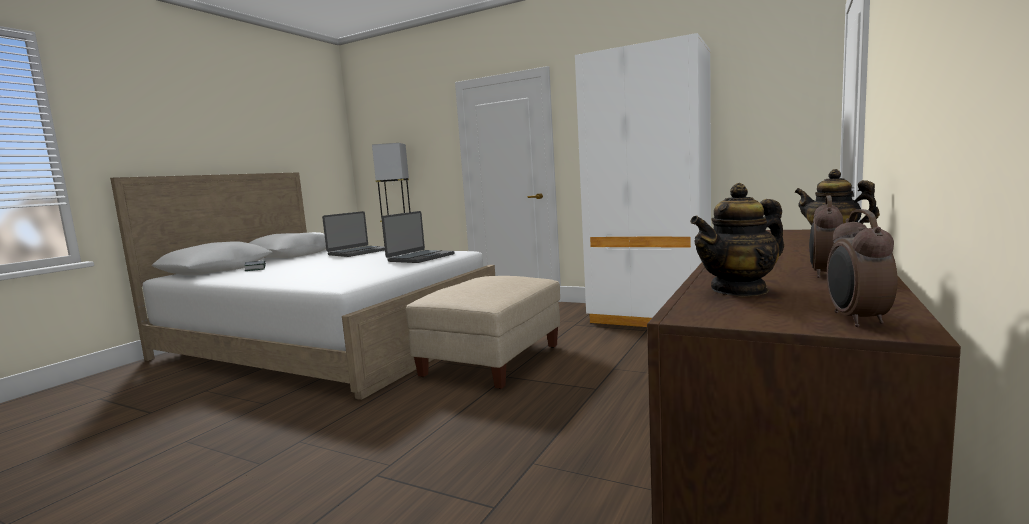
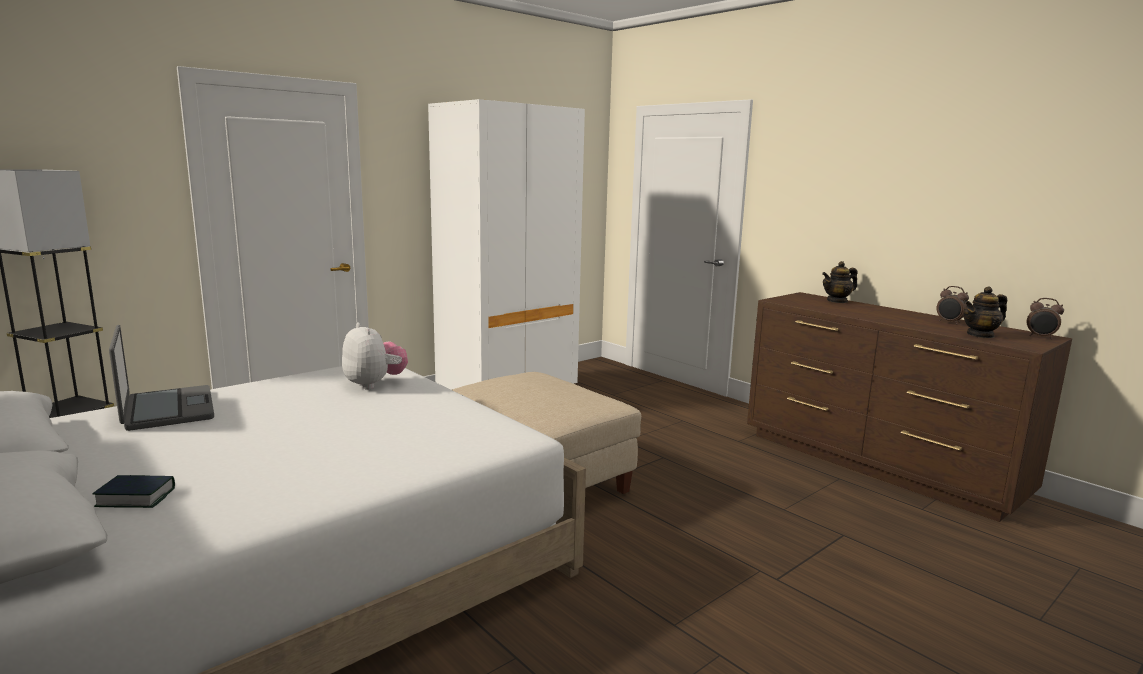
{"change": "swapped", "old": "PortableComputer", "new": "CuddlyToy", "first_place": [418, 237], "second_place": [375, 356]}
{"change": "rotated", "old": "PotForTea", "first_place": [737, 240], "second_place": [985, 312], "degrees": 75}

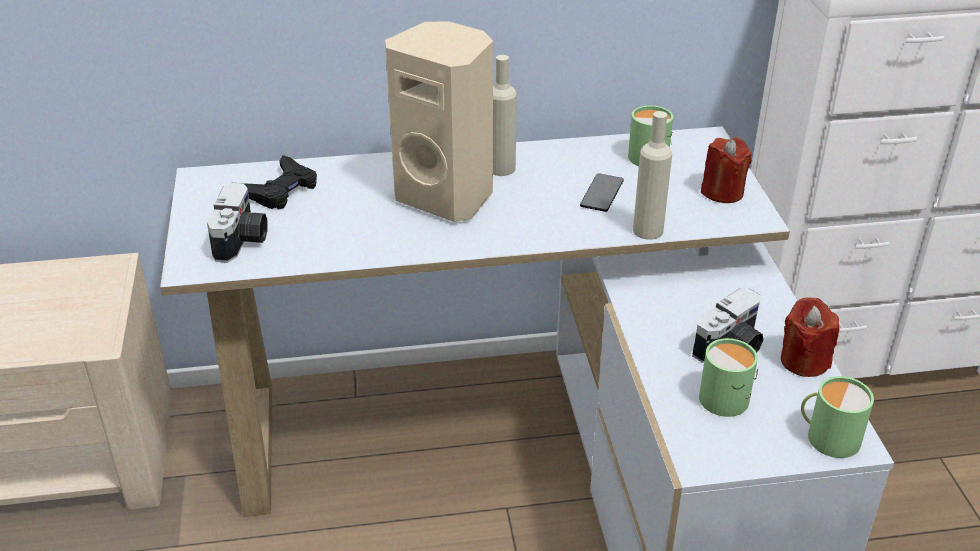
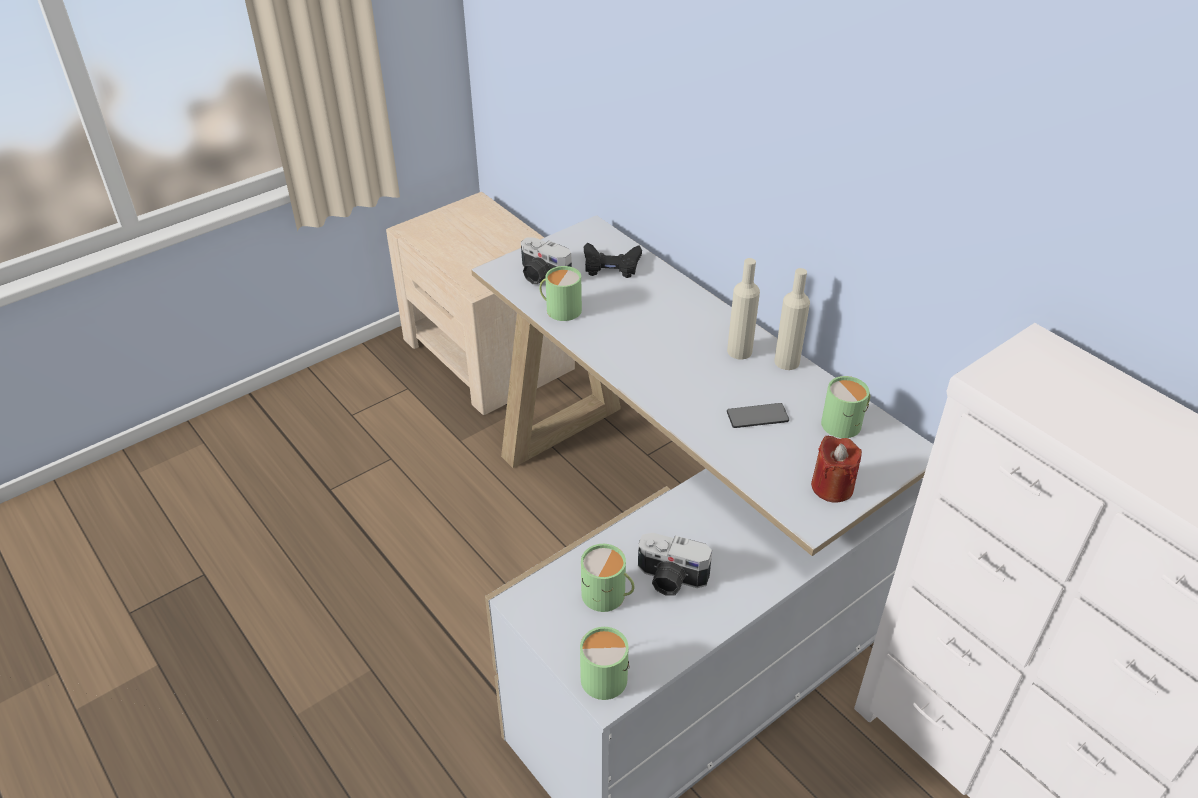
{"change": "rotated", "old": "StillCamera", "first_place": [237, 223], "second_place": [546, 260], "degrees": 60}
{"change": "gone", "old": "BeigeAudioSpeaker", "first_place": [439, 121]}
{"change": "shifted", "old": "BeigeBottle", "first_place": [652, 175], "second_place": [792, 319]}
{"change": "gone", "old": "ReddishWaxCandle", "first_place": [810, 337]}
{"change": "new", "new": "GreenColouredMug", "second_place": [560, 293]}

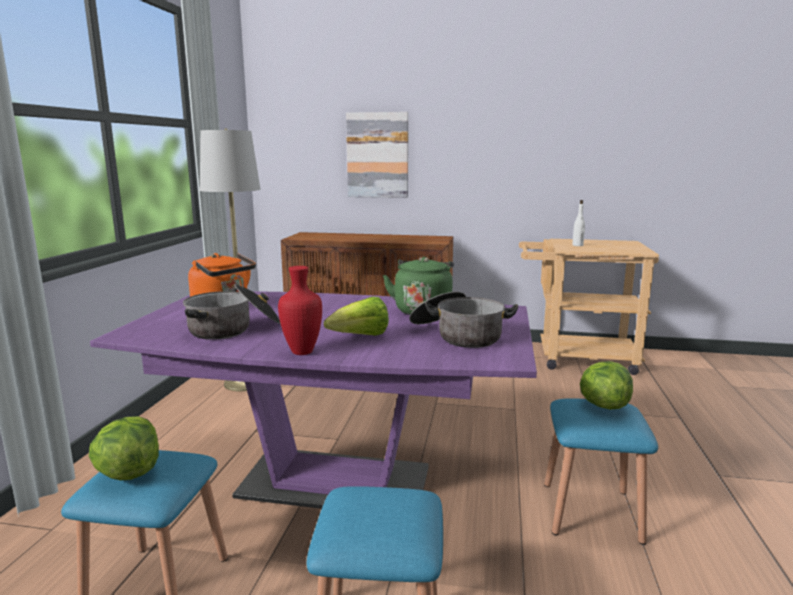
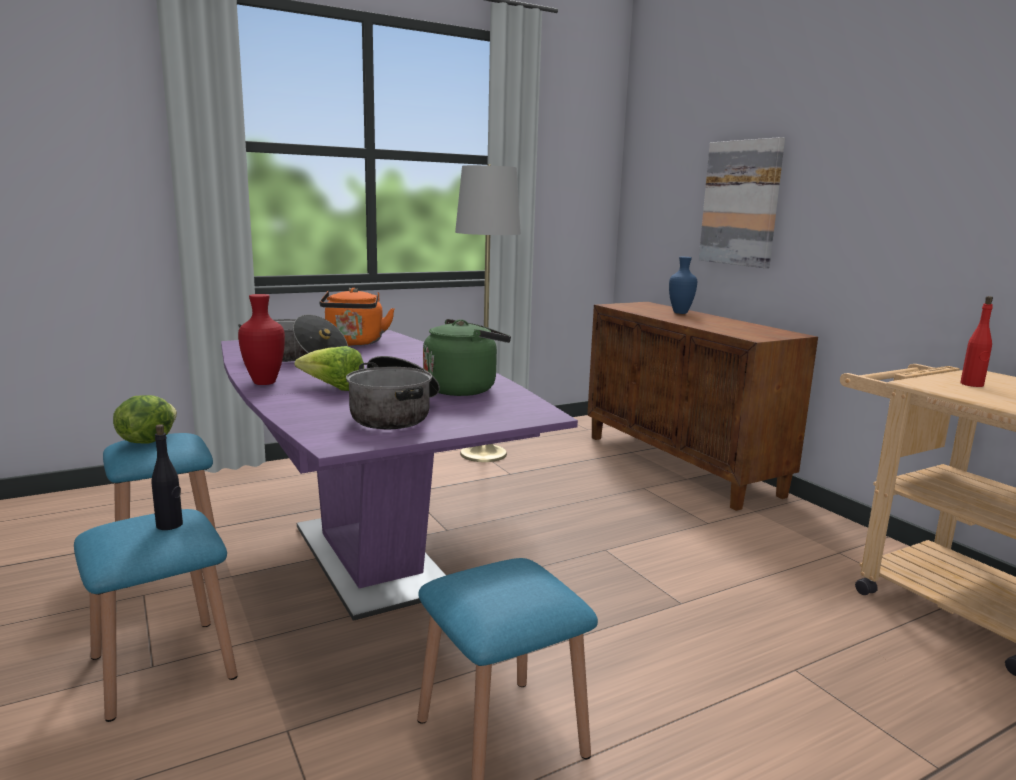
{"change": "repainted", "old": "WhiteBottle", "new": "ReddishBottle", "first_place": [578, 223], "second_place": [976, 341]}
{"change": "gone", "old": "Lettuce", "first_place": [606, 385]}
{"change": "new", "new": "BlackColouredBottle", "second_place": [167, 477]}
{"change": "new", "new": "BluishDecorativeVase", "second_place": [683, 285]}

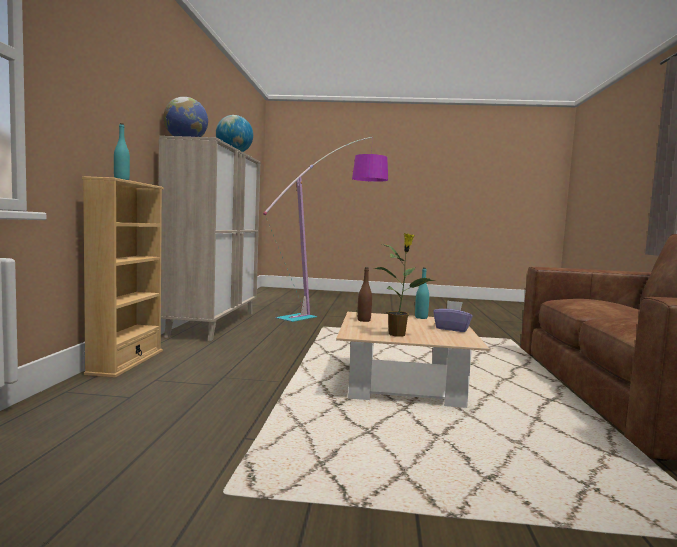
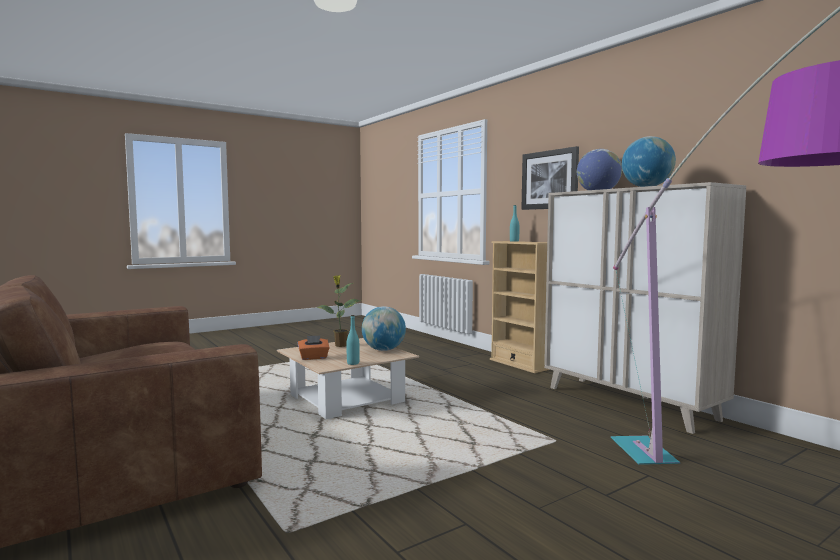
{"change": "swapped", "old": "BrownishBottle", "new": "Globe", "first_place": [364, 294], "second_place": [384, 328]}
{"change": "repainted", "old": "PurpleColouredTissueHolder", "new": "OrangeTissueHolder", "first_place": [453, 316], "second_place": [314, 347]}
{"change": "new", "new": "WallArt", "second_place": [550, 178]}

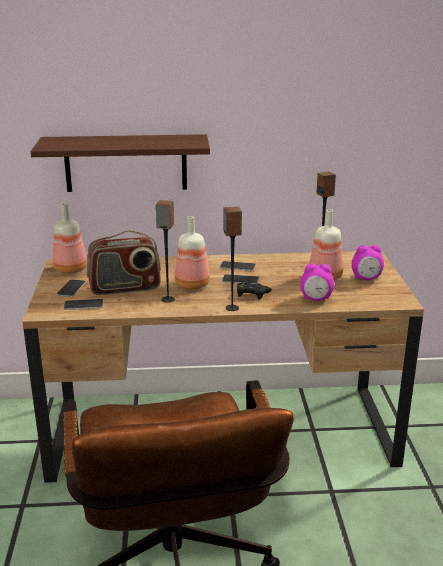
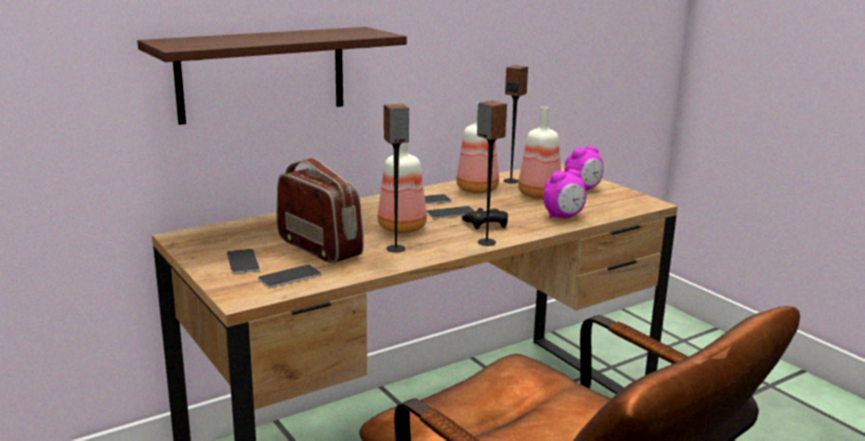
{"change": "shifted", "old": "Bottle", "first_place": [70, 238], "second_place": [477, 147]}
{"change": "rotated", "old": "RadioReceiver", "first_place": [124, 263], "second_place": [320, 210], "degrees": -90}

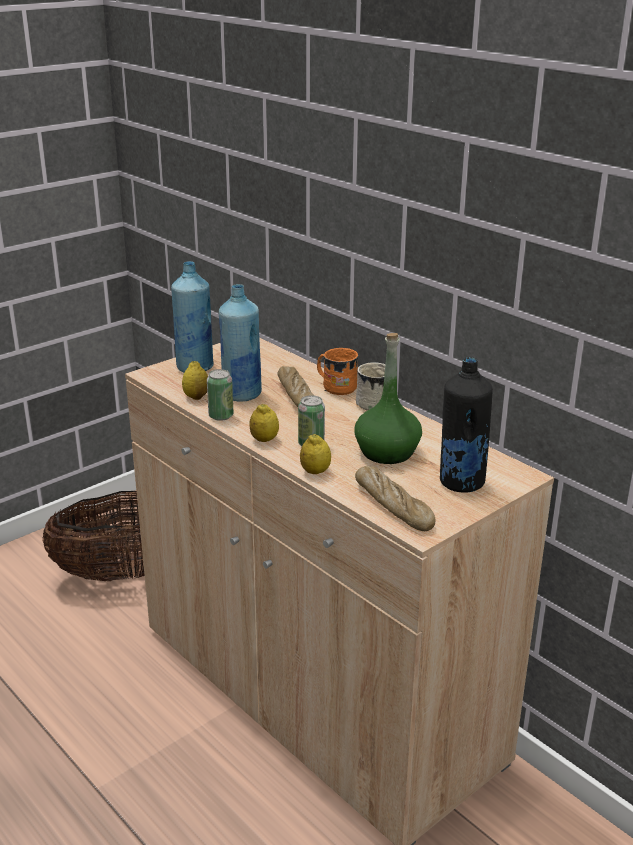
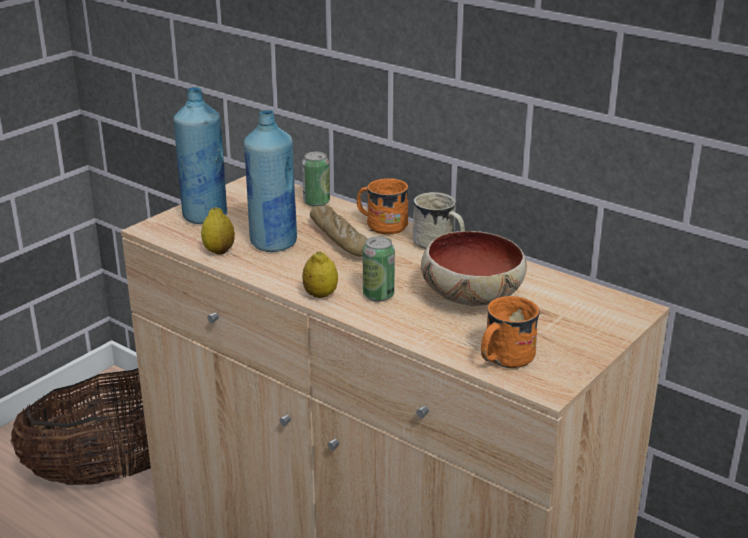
{"change": "shifted", "old": "Can", "first_place": [220, 395], "second_place": [316, 179]}
{"change": "gone", "old": "Lemon", "first_place": [315, 454]}
{"change": "swapped", "old": "GreenColouredBottle", "new": "ServingBowl", "first_place": [388, 398], "second_place": [474, 268]}
{"change": "swapped", "old": "Bread", "new": "OrangeMug", "first_place": [395, 498], "second_place": [510, 333]}
{"change": "gone", "old": "BlackColouredBottle", "first_place": [466, 425]}

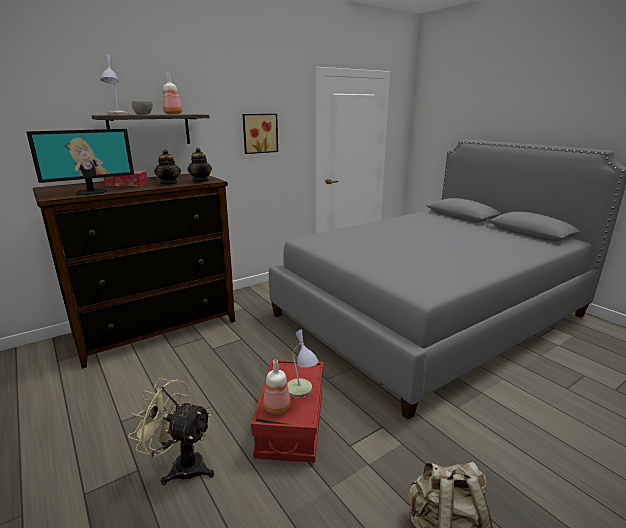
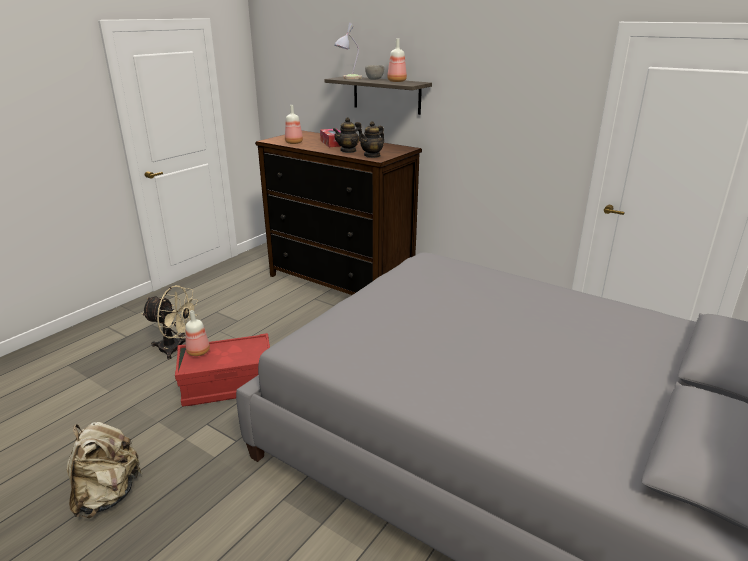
{"change": "swapped", "old": "ComputerScreen", "new": "Bottle", "first_place": [80, 162], "second_place": [294, 124]}
{"change": "rotated", "old": "BeigeFan", "first_place": [171, 431], "second_place": [170, 322], "degrees": 105}
{"change": "gone", "old": "WallArt", "first_place": [260, 134]}
{"change": "gone", "old": "TableLamp", "first_place": [303, 364]}

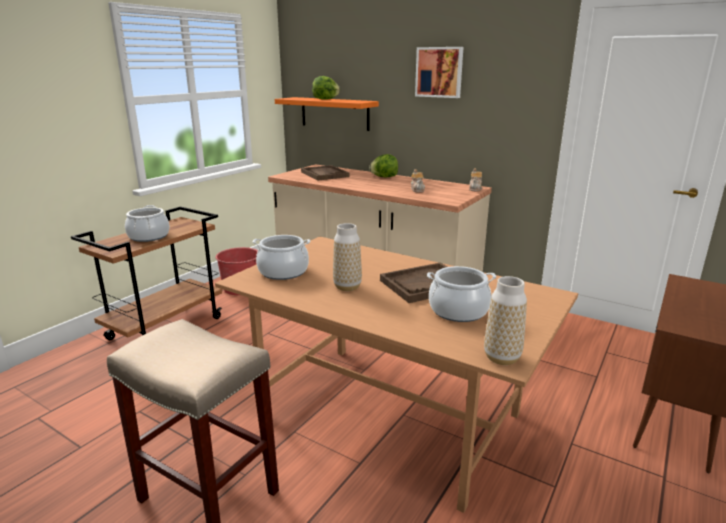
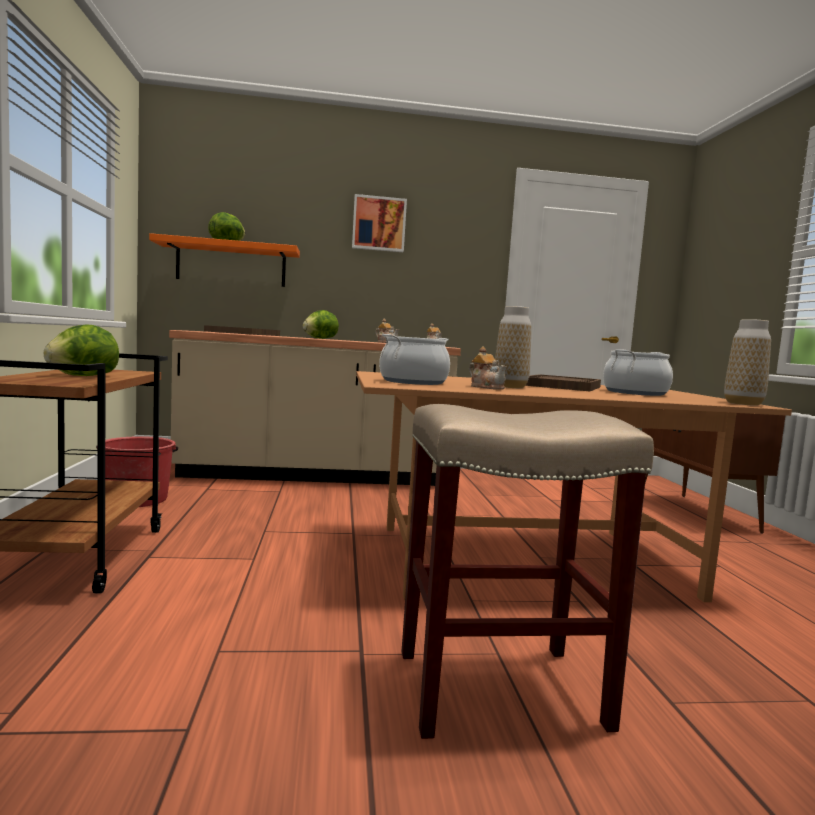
{"change": "swapped", "old": "Saucepot", "new": "Lettuce", "first_place": [147, 223], "second_place": [81, 350]}
{"change": "new", "new": "PotForTea", "second_place": [488, 368]}

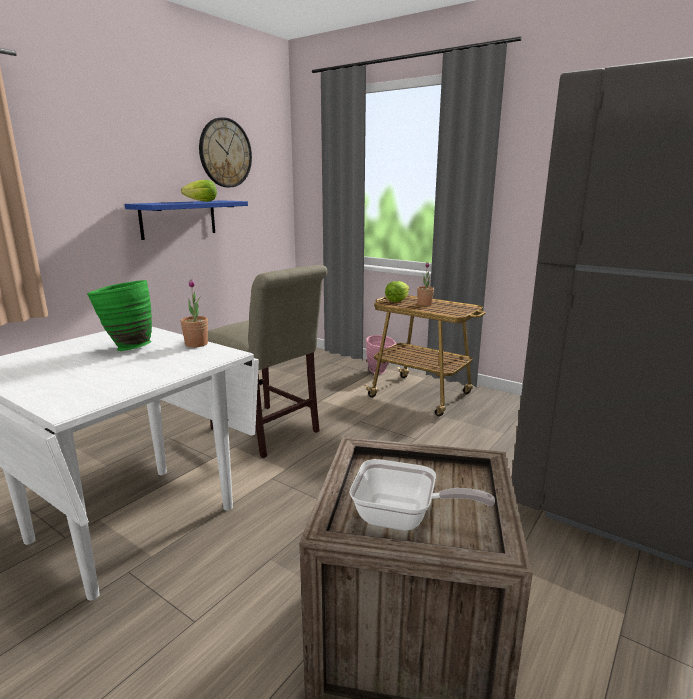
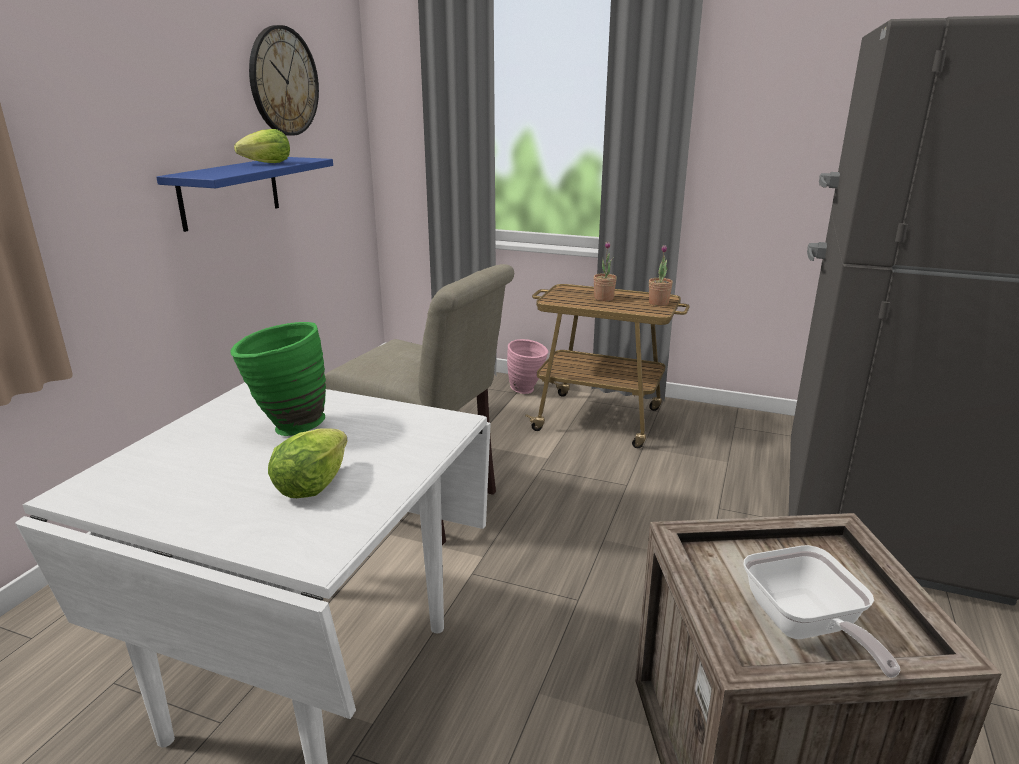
{"change": "shifted", "old": "PlantInAPot", "first_place": [194, 314], "second_place": [661, 275]}
{"change": "rotated", "old": "Pan", "first_place": [422, 495], "second_place": [821, 611], "degrees": 75}
{"change": "shifted", "old": "Lettuce", "first_place": [397, 291], "second_place": [308, 463]}

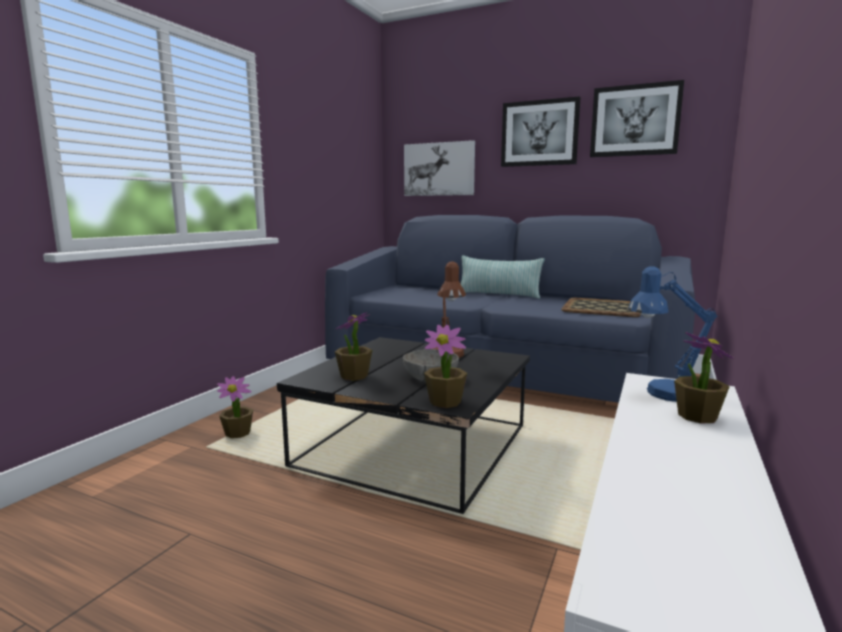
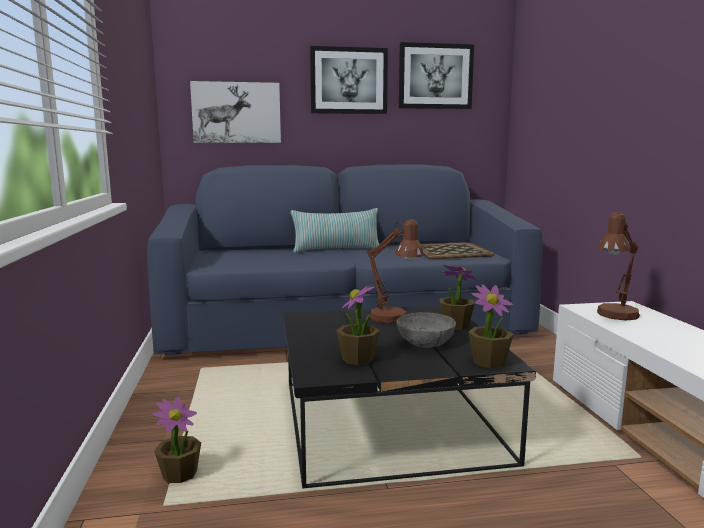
{"change": "repainted", "old": "BluishTableLamp", "new": "BrownishTableLamp", "first_place": [672, 334], "second_place": [618, 266]}
{"change": "shifted", "old": "PlantInAPot", "first_place": [704, 377], "second_place": [458, 297]}

